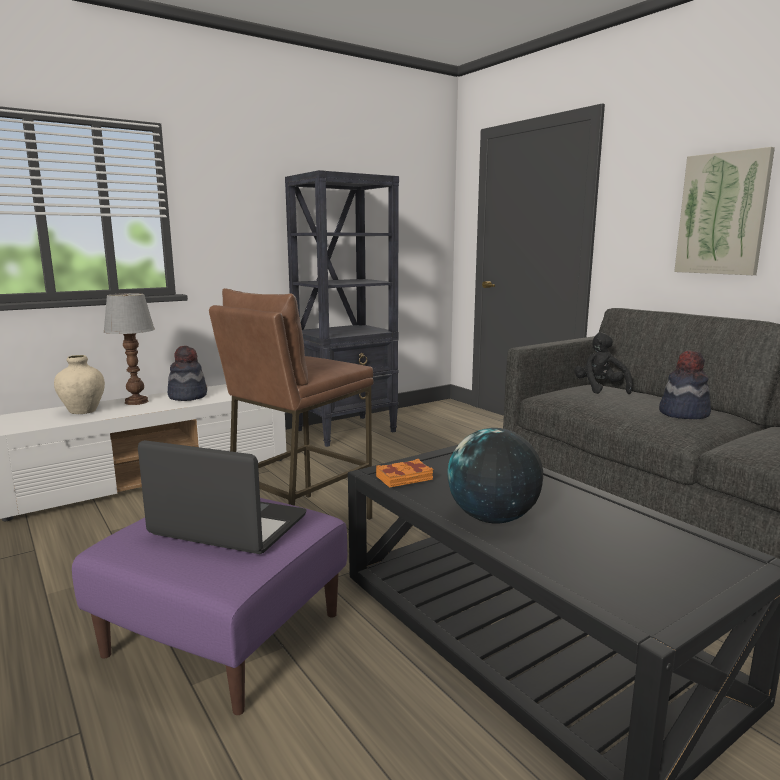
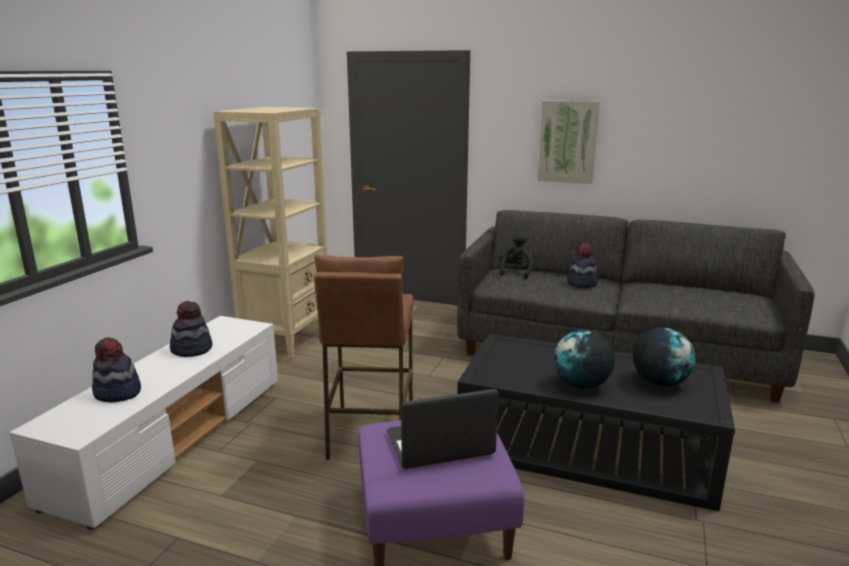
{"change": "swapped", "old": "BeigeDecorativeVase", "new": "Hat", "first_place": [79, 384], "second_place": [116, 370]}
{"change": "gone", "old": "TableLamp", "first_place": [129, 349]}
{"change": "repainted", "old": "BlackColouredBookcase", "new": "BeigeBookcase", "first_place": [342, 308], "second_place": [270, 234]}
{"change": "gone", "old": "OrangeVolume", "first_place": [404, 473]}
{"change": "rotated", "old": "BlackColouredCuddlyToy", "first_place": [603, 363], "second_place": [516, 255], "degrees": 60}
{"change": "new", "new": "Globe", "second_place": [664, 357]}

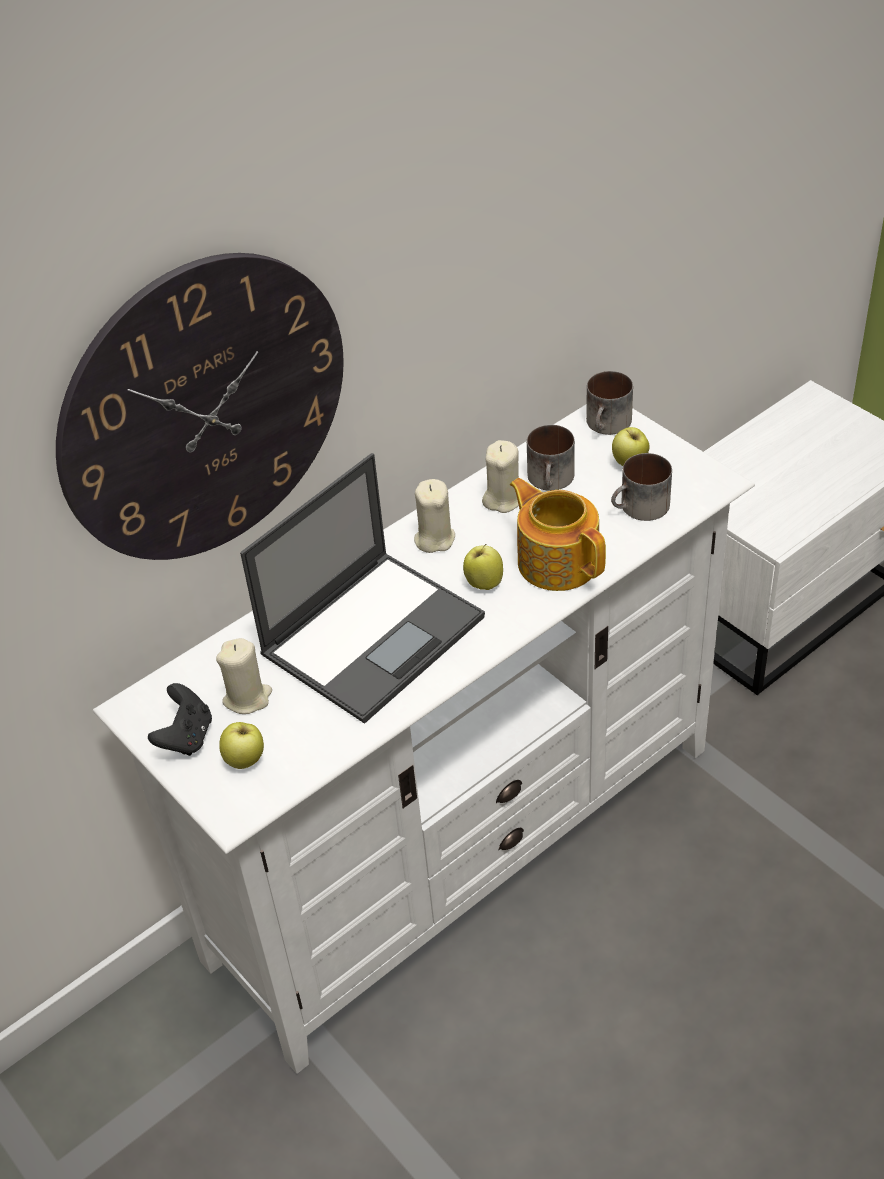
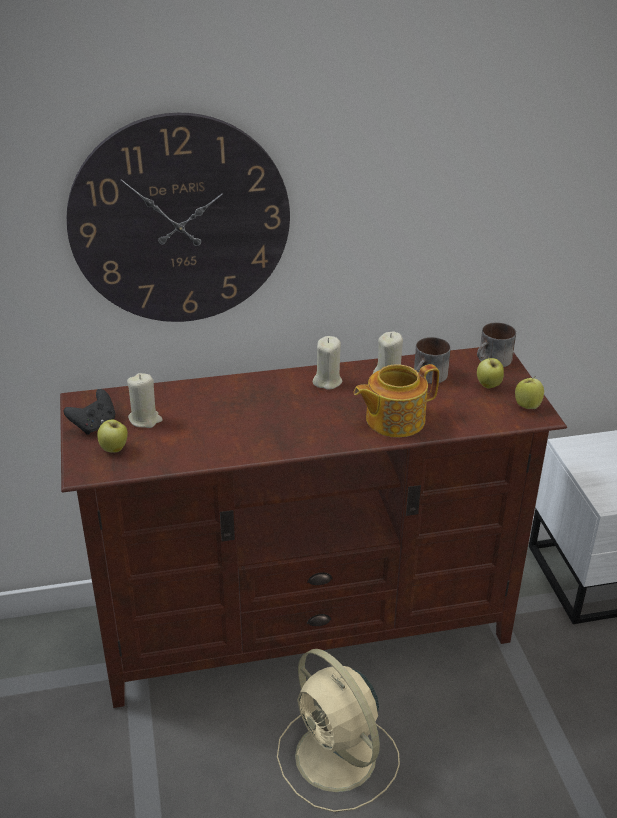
{"change": "repainted", "old": "WhiteMediaConsole", "new": "BrownishMediaConsole", "first_place": [424, 739], "second_place": [313, 527]}
{"change": "gone", "old": "PortableComputer", "first_place": [362, 588]}
{"change": "shifted", "old": "WholeApple", "first_place": [483, 567], "second_place": [529, 392]}
{"change": "rotated", "old": "PotForTea", "first_place": [558, 534], "second_place": [396, 400], "degrees": -105}
{"change": "gone", "old": "Mug", "first_place": [641, 487]}
{"change": "new", "new": "BeigeFan", "second_place": [338, 730]}

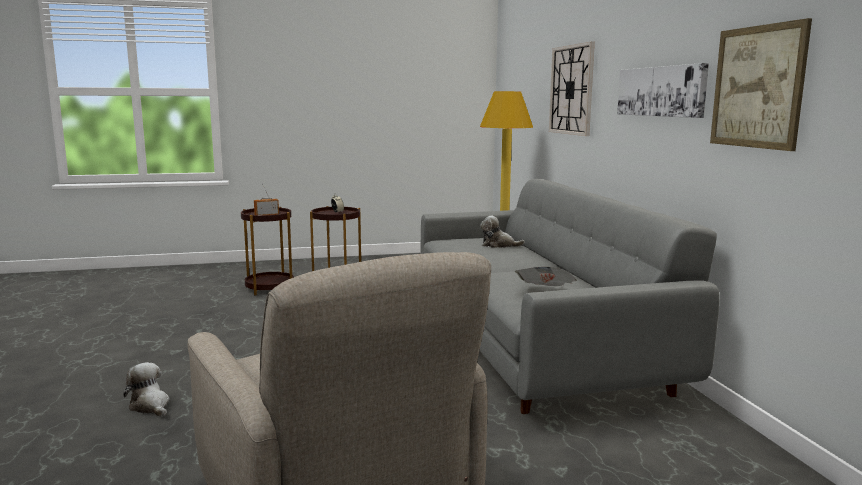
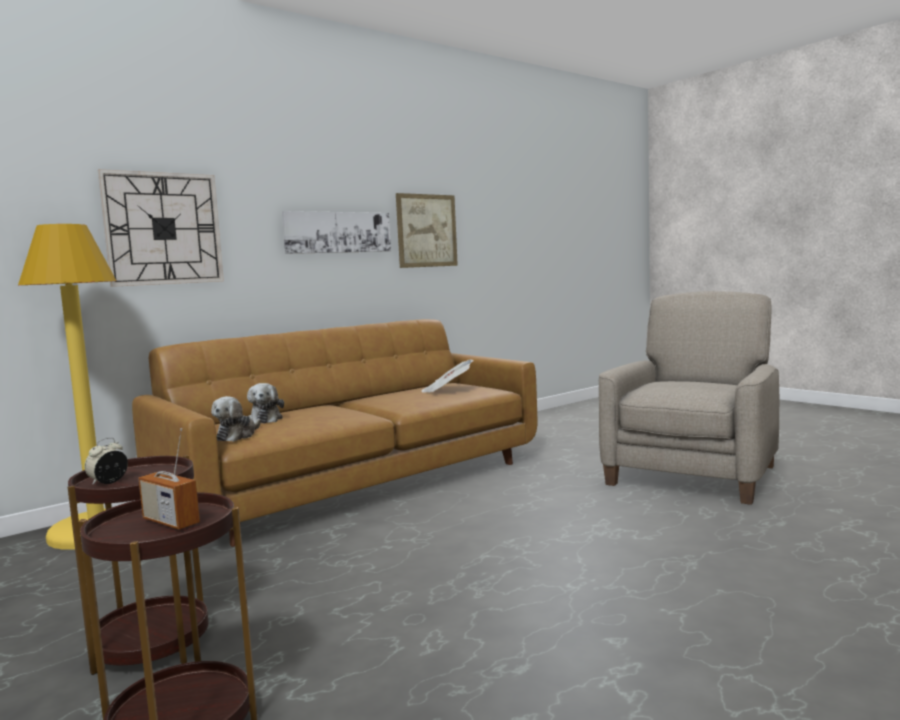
{"change": "shifted", "old": "CuddlyToy", "first_place": [146, 389], "second_place": [236, 419]}
{"change": "repainted", "old": "GreyishSofa", "new": "BrownishSofa", "first_place": [570, 296], "second_place": [334, 433]}

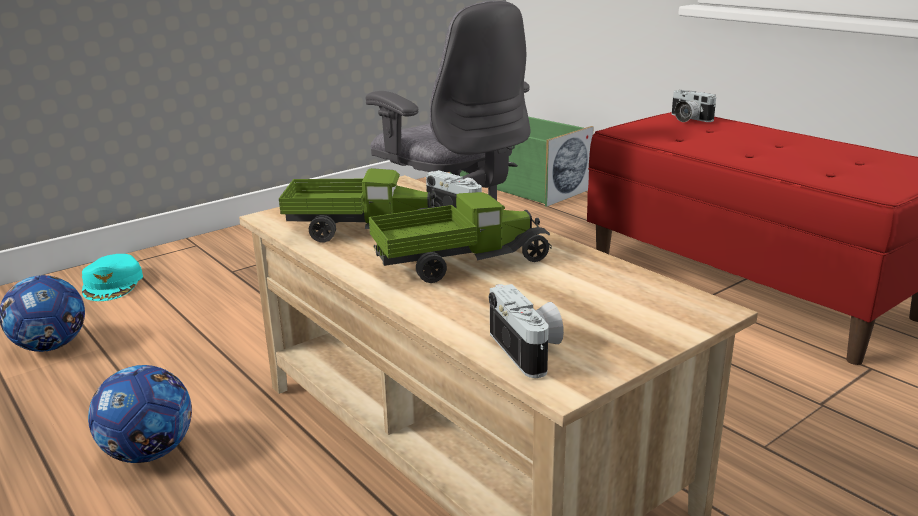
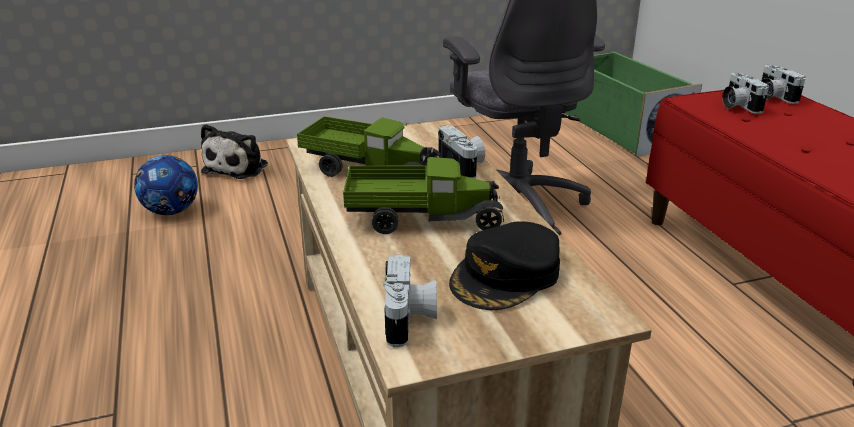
{"change": "swapped", "old": "BlueGreenPeakedCap", "new": "CuddlyToy", "first_place": [112, 277], "second_place": [234, 151]}
{"change": "gone", "old": "BallForFootball", "first_place": [140, 414]}
{"change": "new", "new": "BlackColouredPeakedCap", "second_place": [504, 265]}
{"change": "new", "new": "StillCamera", "second_place": [745, 93]}

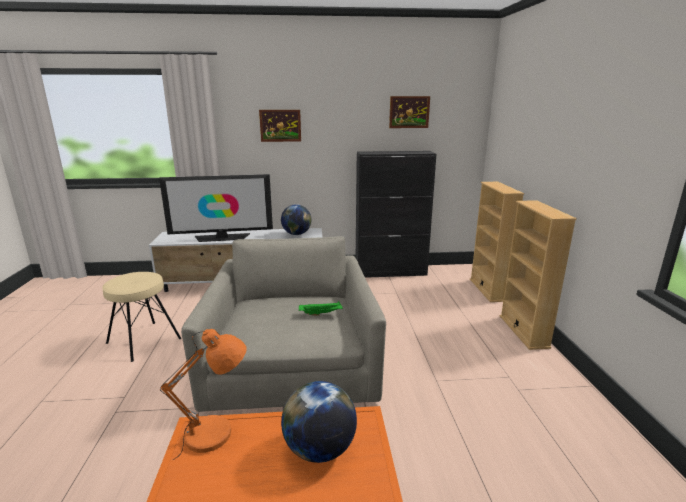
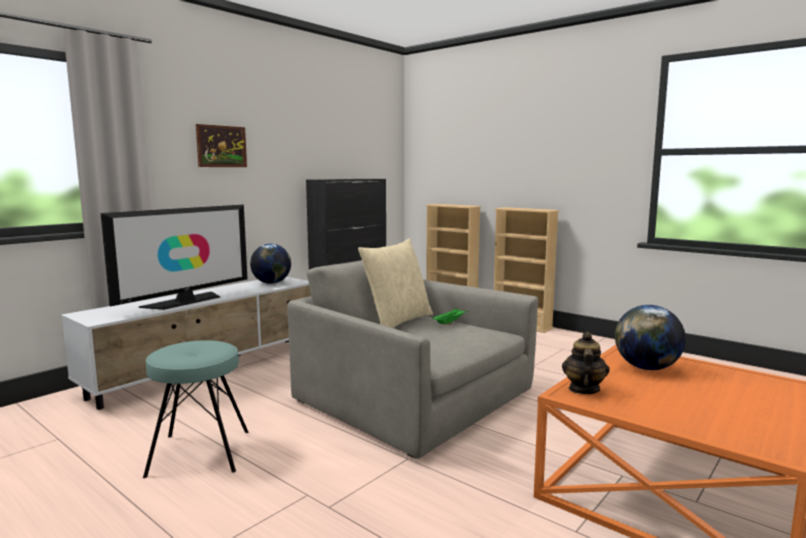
{"change": "repainted", "old": "BeigeStoolSeat", "new": "BlueGreenStoolSeat", "first_place": [141, 317], "second_place": [195, 409]}
{"change": "swapped", "old": "OrangeTableLamp", "new": "PotForTea", "first_place": [203, 394], "second_place": [586, 363]}
{"change": "gone", "old": "WallArt", "first_place": [409, 112]}
{"change": "new", "new": "BeigeThrowPillow", "second_place": [395, 283]}

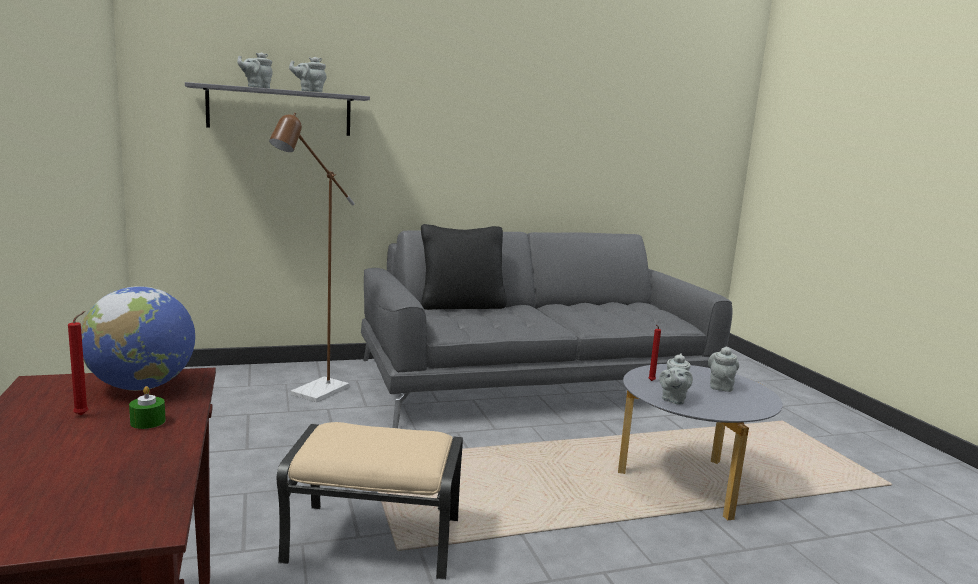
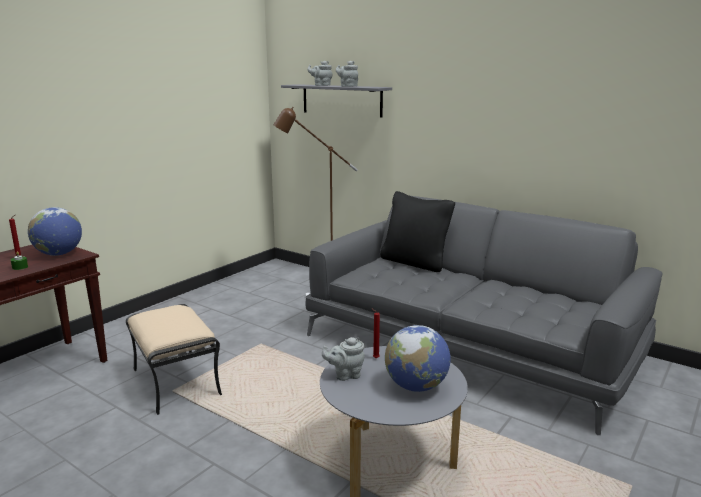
{"change": "swapped", "old": "GreyishPotForTea", "new": "Globe", "first_place": [723, 369], "second_place": [417, 358]}

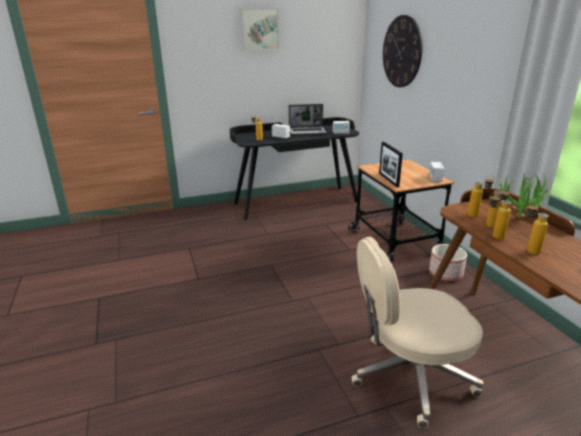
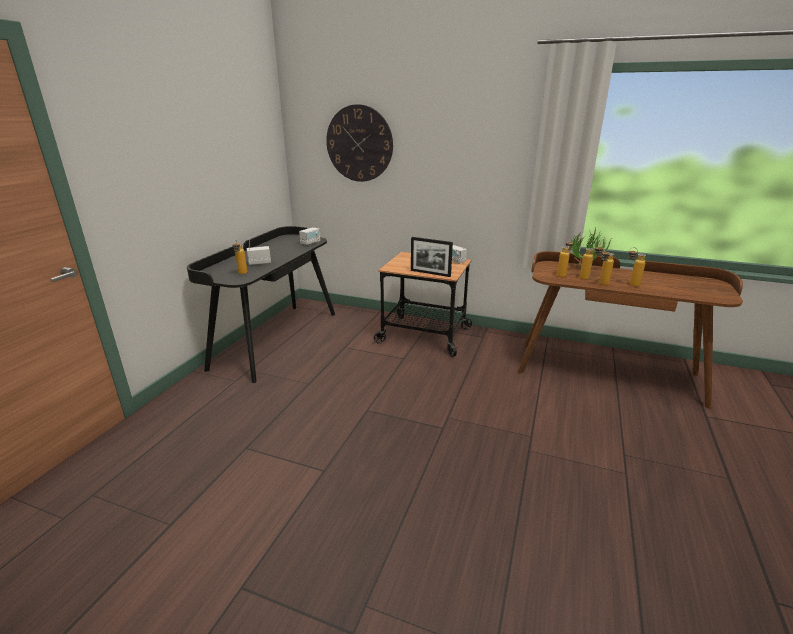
{"change": "gone", "old": "WallArt", "first_place": [259, 29]}
{"change": "gone", "old": "PortableComputer", "first_place": [308, 119]}
{"change": "gone", "old": "BeigeDeskChair", "first_place": [418, 332]}
{"change": "gone", "old": "Planter", "first_place": [448, 262]}

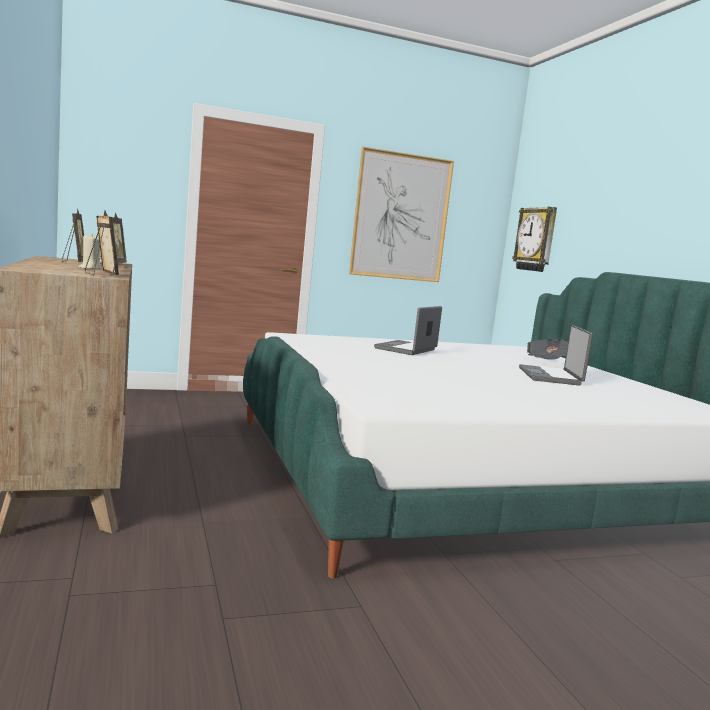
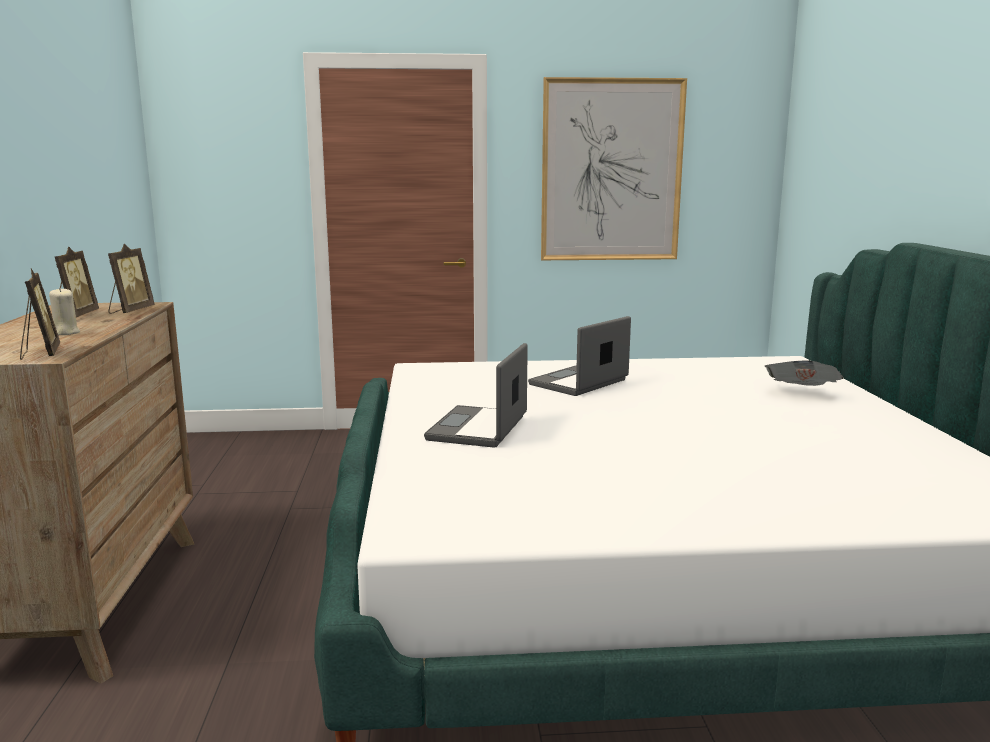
{"change": "gone", "old": "ClockOnTheWall", "first_place": [534, 239]}
{"change": "shifted", "old": "PortableComputer", "first_place": [556, 355], "second_place": [476, 395]}

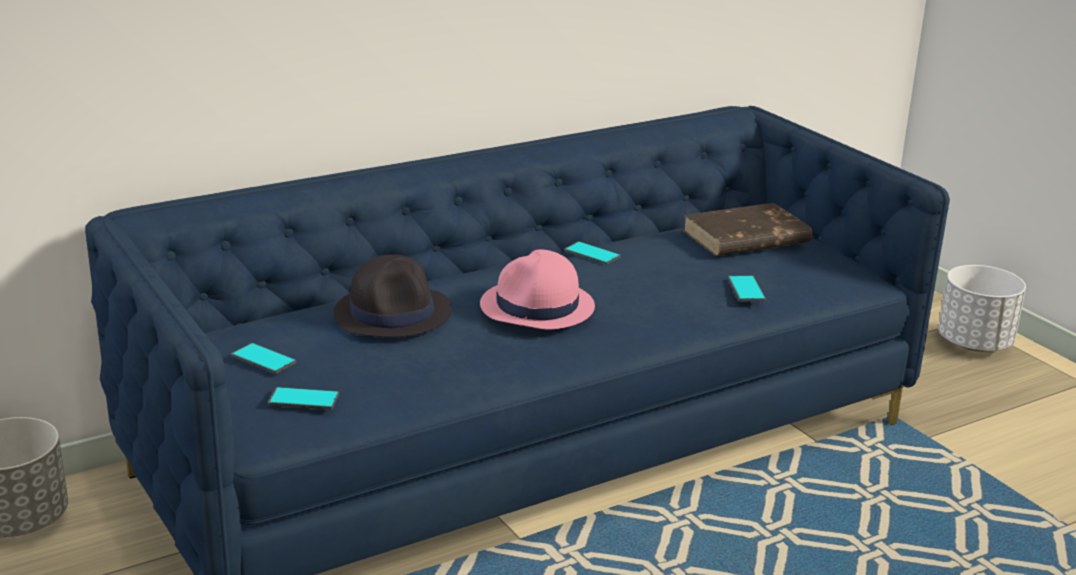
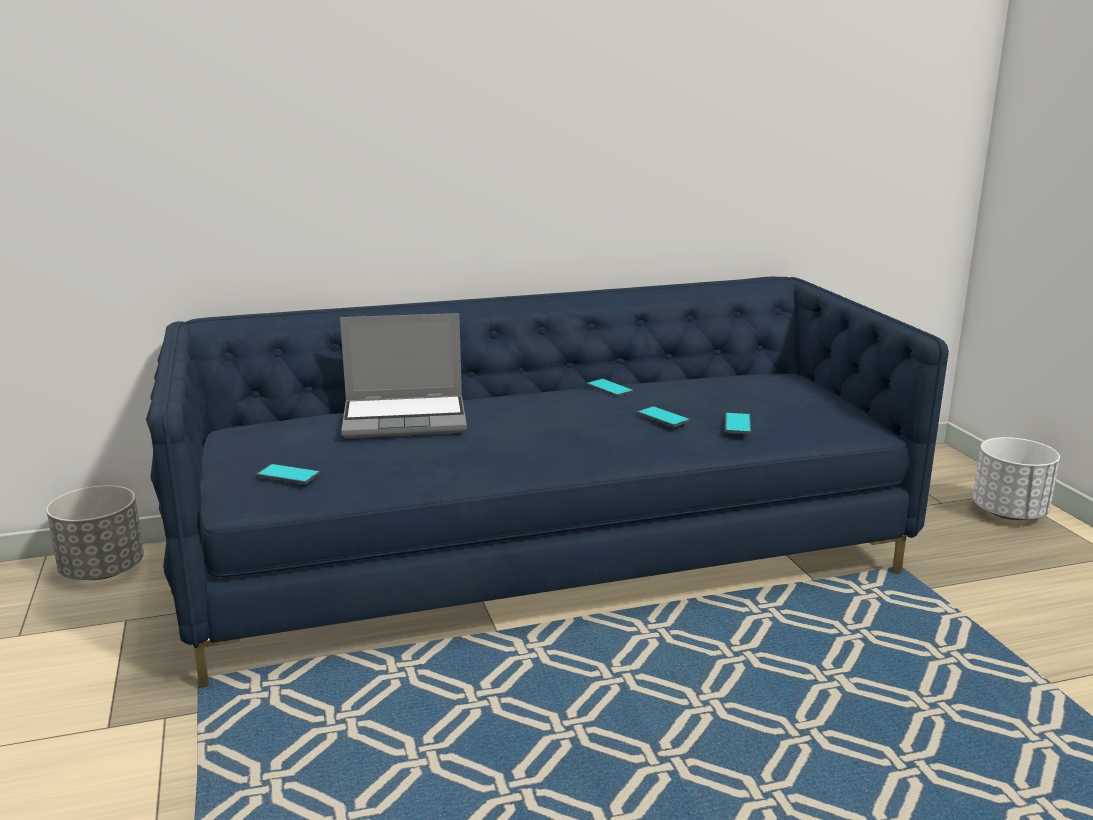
{"change": "shifted", "old": "Handset", "first_place": [263, 358], "second_place": [663, 416]}
{"change": "swapped", "old": "BlackColouredHat", "new": "PortableComputer", "first_place": [392, 295], "second_place": [403, 375]}
{"change": "gone", "old": "PinkColouredHat", "first_place": [537, 289]}
{"change": "gone", "old": "BrownishVolume", "first_place": [747, 229]}

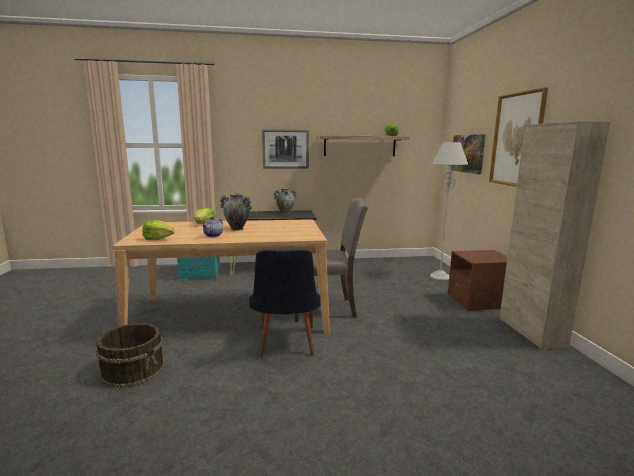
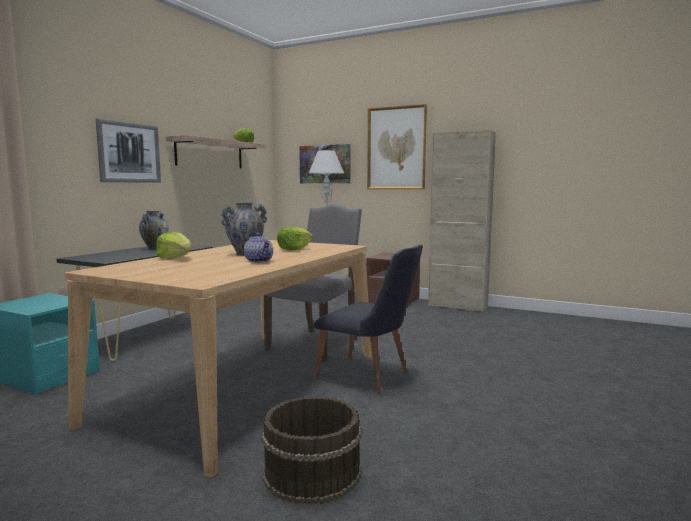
{"change": "shifted", "old": "Lettuce", "first_place": [158, 230], "second_place": [295, 238]}

